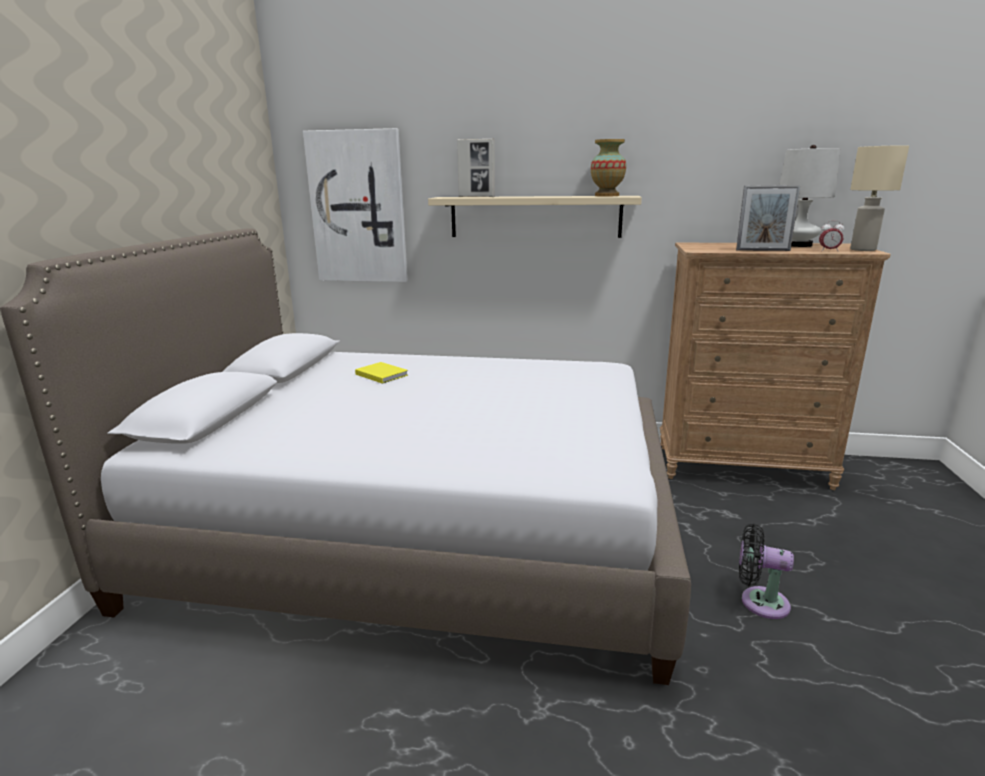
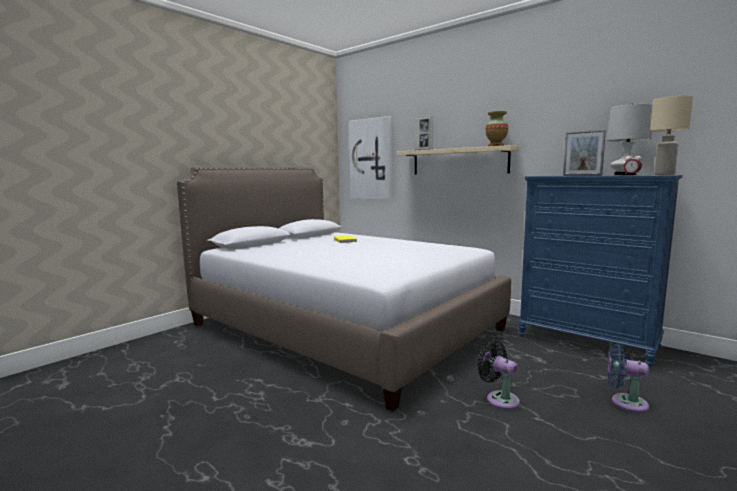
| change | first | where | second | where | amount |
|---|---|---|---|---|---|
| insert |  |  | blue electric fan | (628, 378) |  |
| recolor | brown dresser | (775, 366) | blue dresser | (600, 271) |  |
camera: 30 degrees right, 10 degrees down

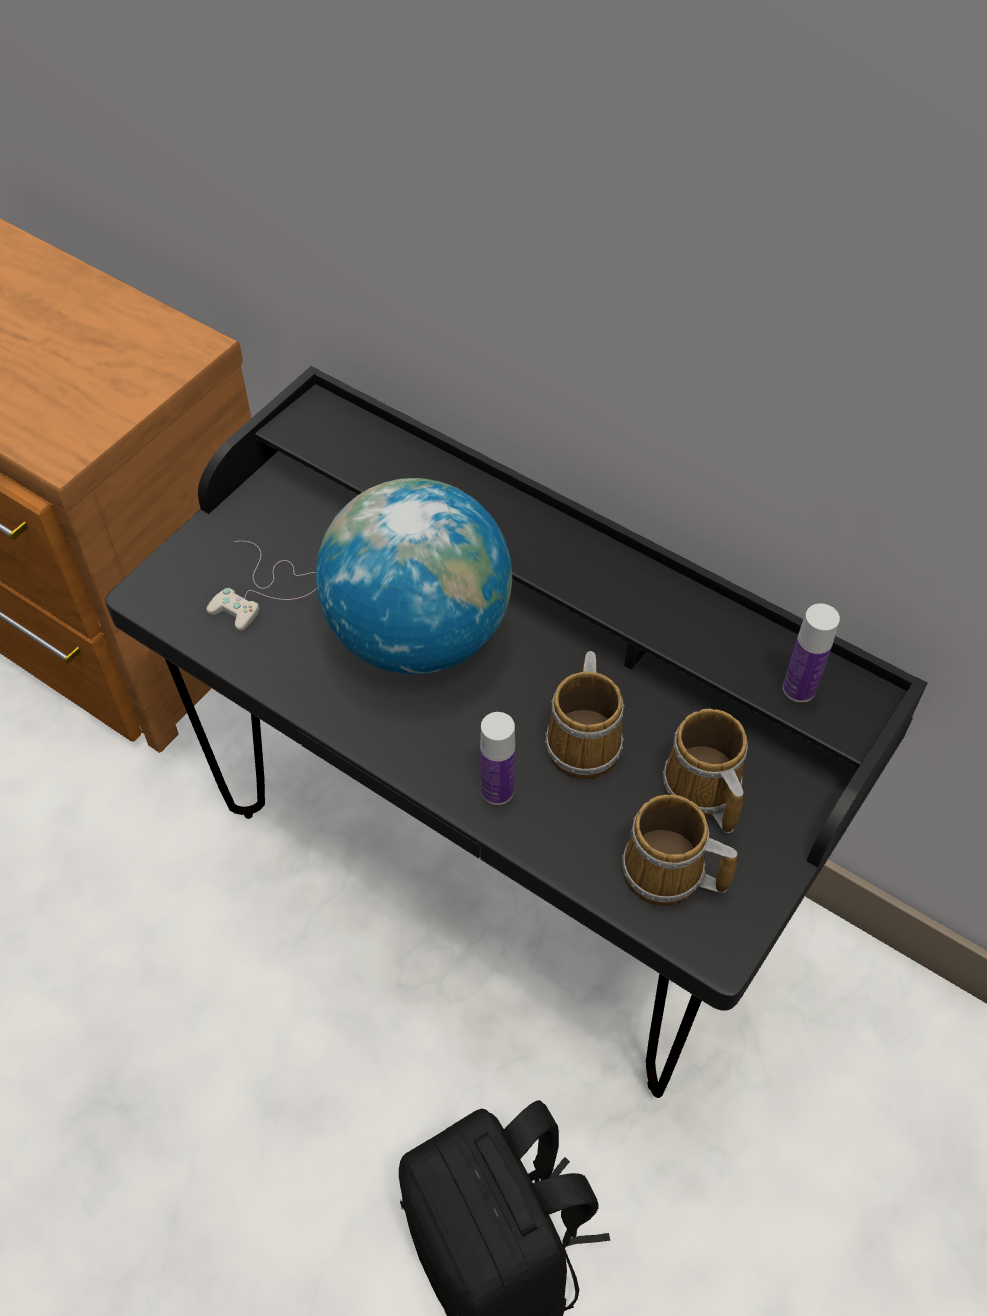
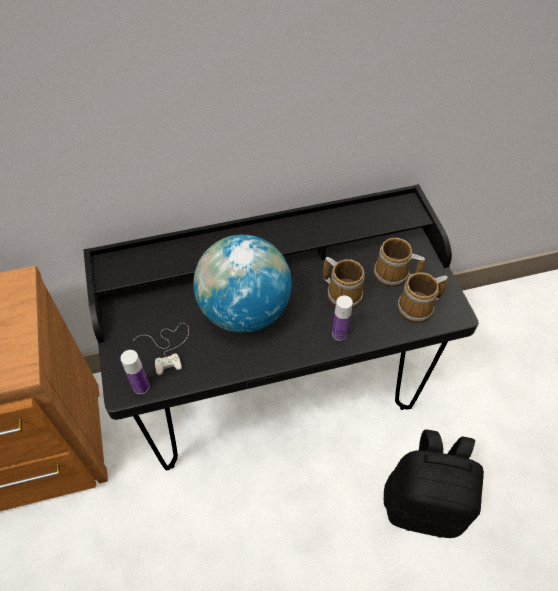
| change | first | where | second | where | amount |
|---|---|---|---|---|---|
| move | drink bottle | (811, 653) |  | (135, 372) |  |
camera: 50 degrees left, 0 degrees up

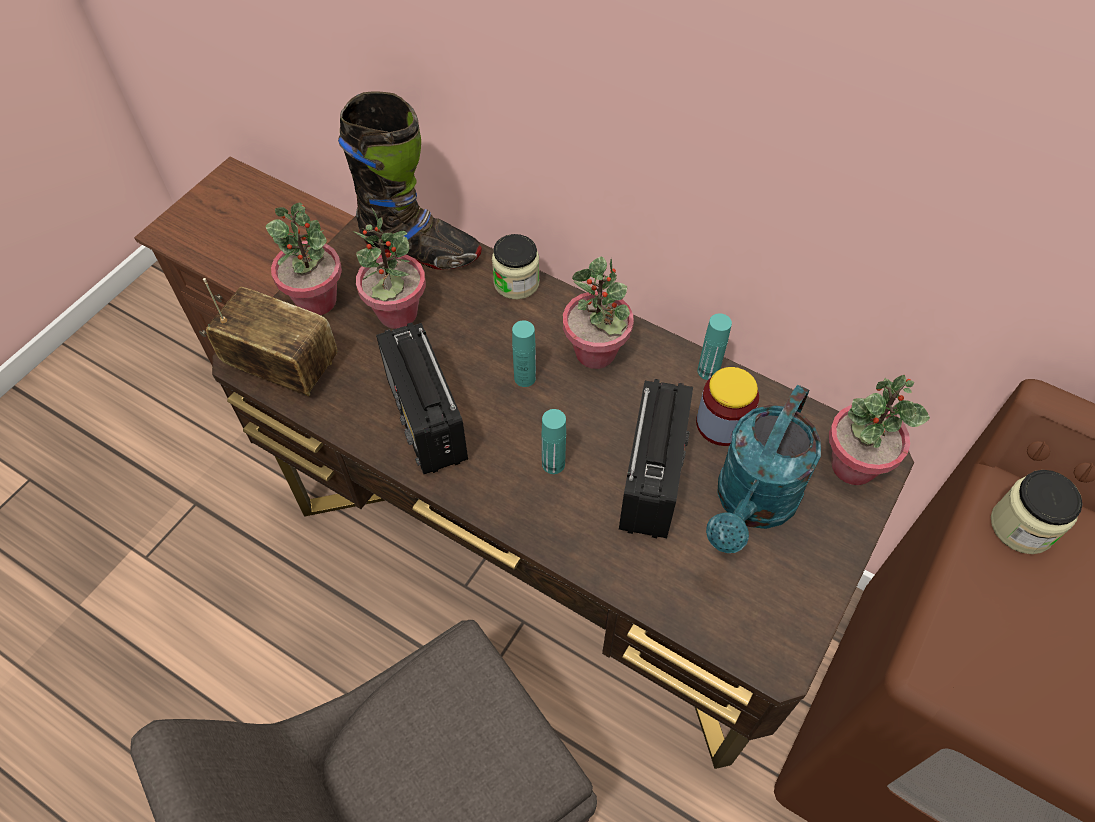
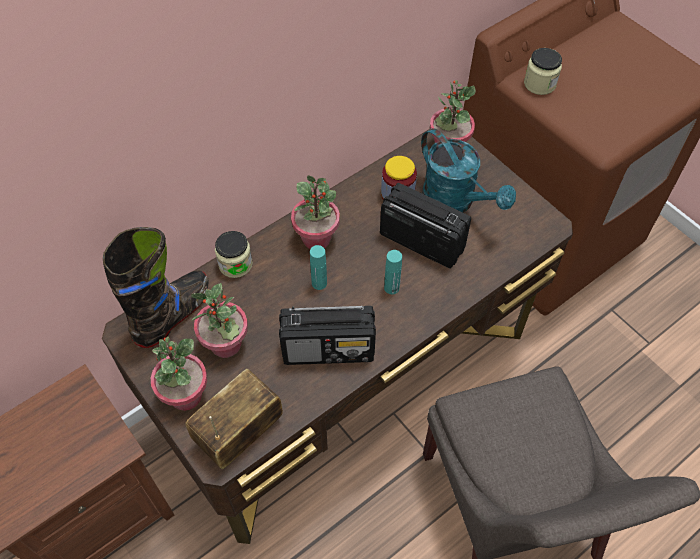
| change | first | where | second | where | amount |
|---|---|---|---|---|---|
| delete | turquoise drink bottle | (714, 346) |  |  |  |
camera: 70 degrees left, 0 degrees up

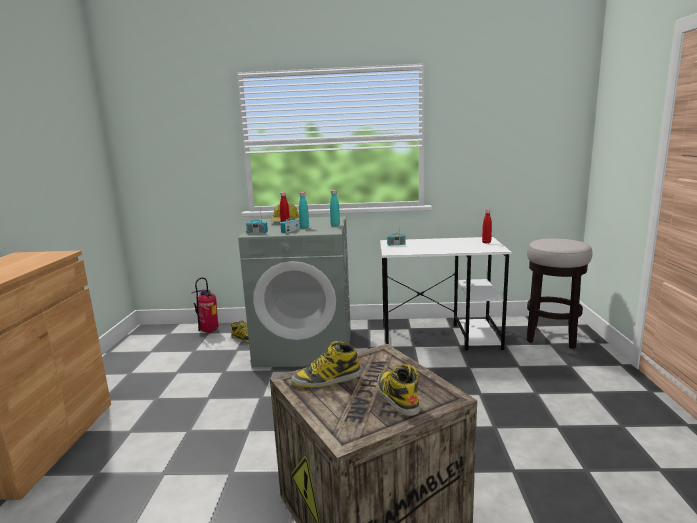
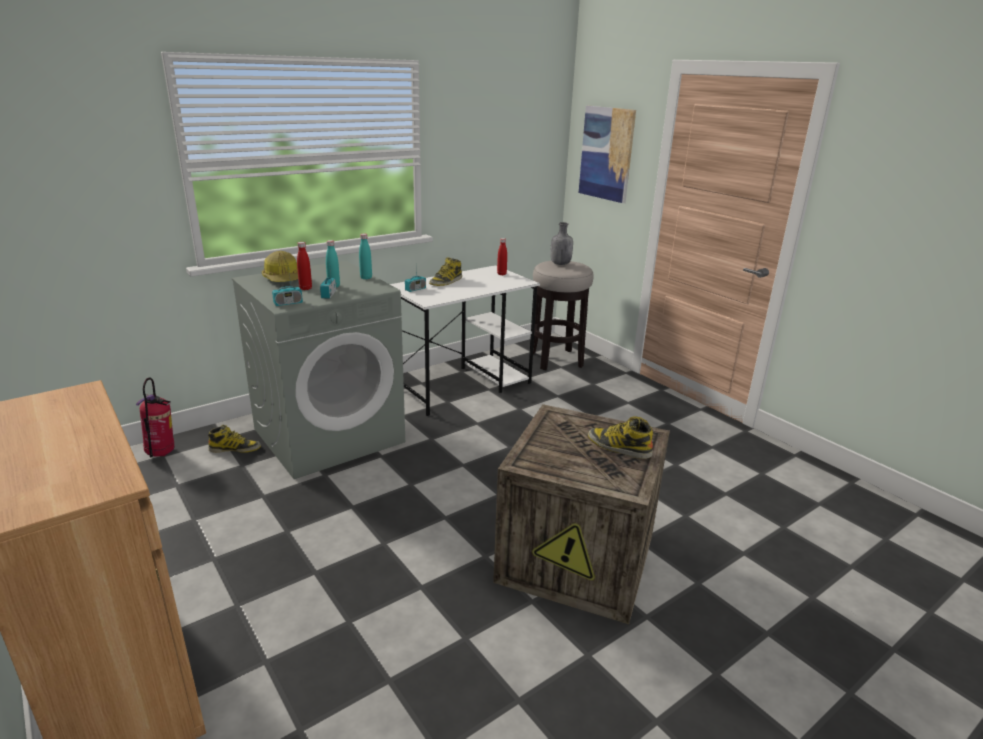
| change | first | where | second | where | amount |
|---|---|---|---|---|---|
| insert |  |  | grey drink bottle | (561, 243) |  |
| insert |  |  | wall picture | (607, 154) |  |
| move | boot | (326, 364) |  | (445, 271) |  |
camera: 40 degrees left, 10 degrees up

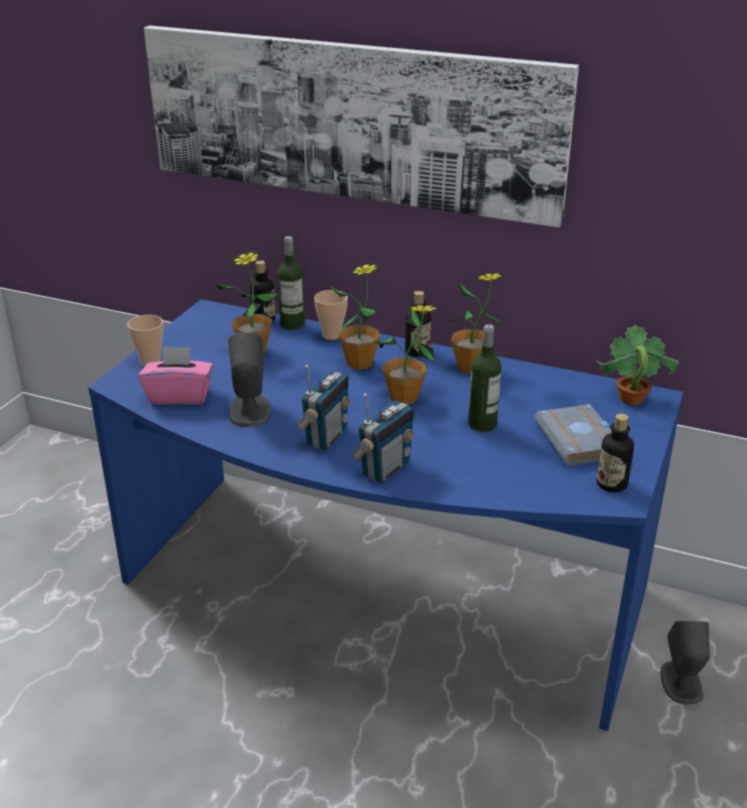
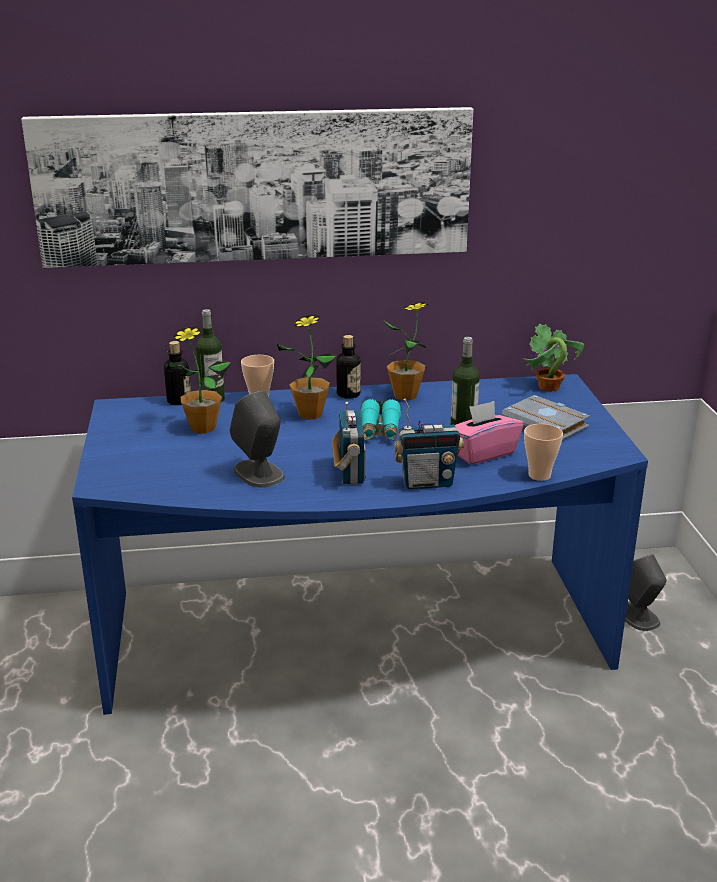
| change | first | where | second | where | amount |
|---|---|---|---|---|---|
| delete | drink bottle | (615, 453) |  |  |  |
| move | small cup | (145, 341) |  | (543, 452) |  |
| move | pink-coloured tissue holder | (176, 375) |  | (489, 433) |  |
| replace | potted plant | (406, 355) | turquoise field glasses | (380, 420) |  |
| rotate | radio | (383, 438) |  | (429, 443) | 75 degrees clockwise |
camera: 30 degrees left, 5 degrees down

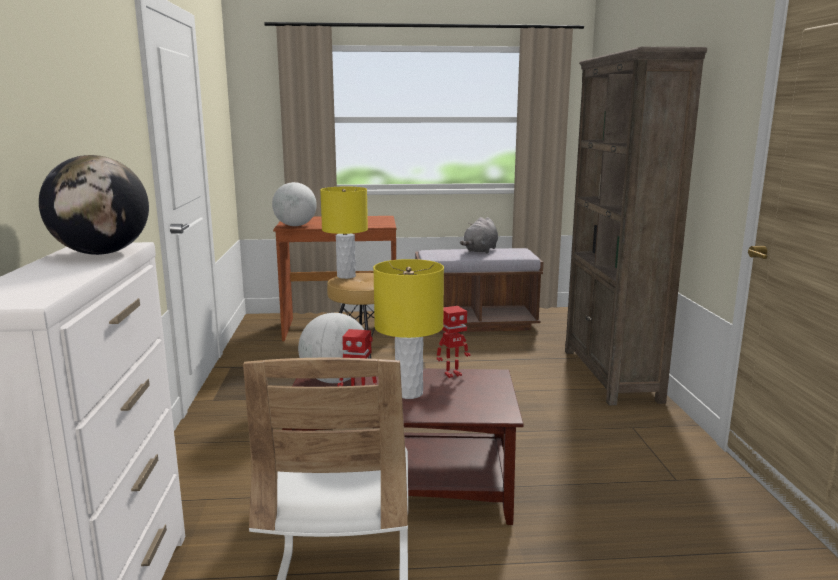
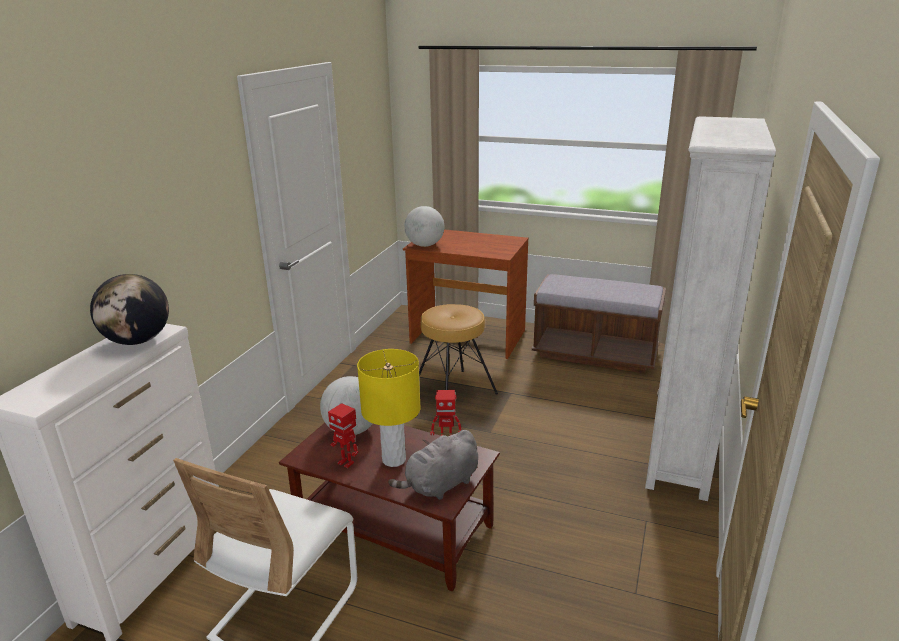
| change | first | where | second | where | amount |
|---|---|---|---|---|---|
| delete | yellow-coloured table lamp | (344, 233) |  |  |  |
| move | grey cuddly toy | (479, 235) |  | (433, 465) |  |
| recolor | brown shelving unit | (636, 226) | white-coloured shelving unit | (710, 308) |  |
camera: 25 degrees right, 10 degrees up

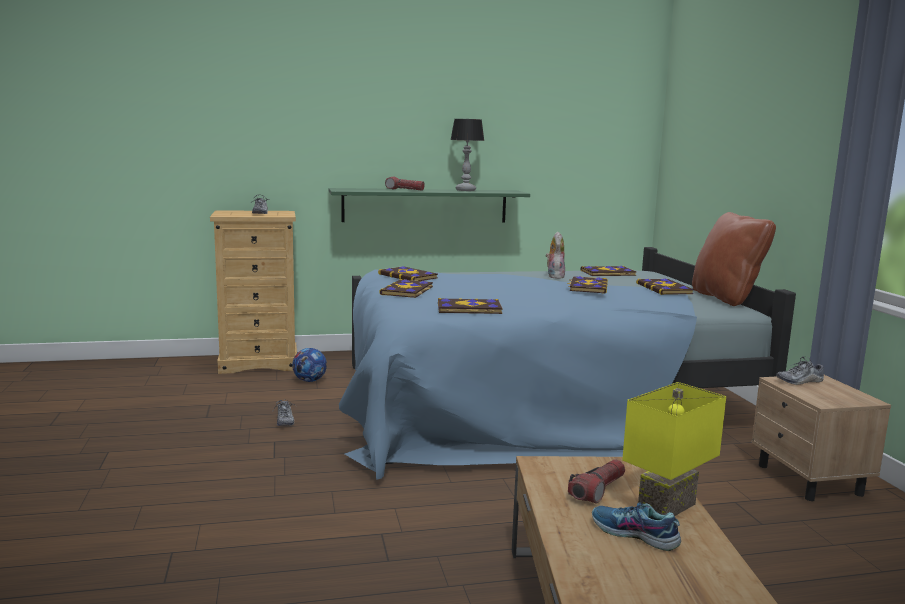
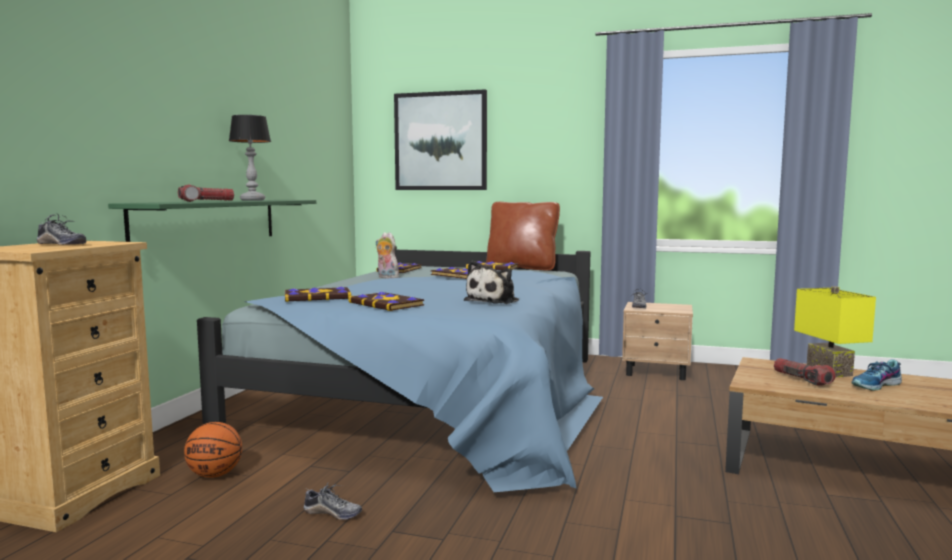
| change | first | where | second | where | amount |
|---|---|---|---|---|---|
| insert |  |  | wall picture | (440, 139) |  |
| replace | football | (309, 365) | basketball ball | (213, 450) |  |
| replace | volume | (470, 306) | cuddly toy | (491, 282) |  |
camera: 60 degrees left, 5 degrees down

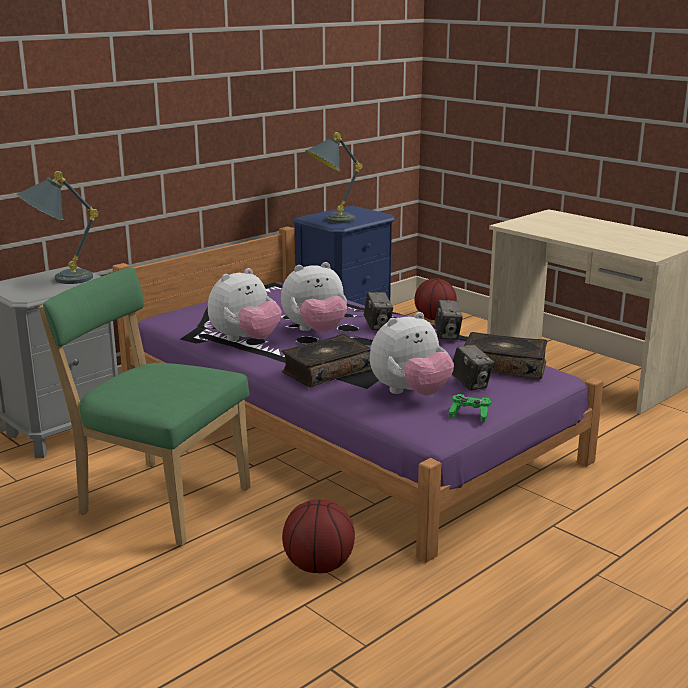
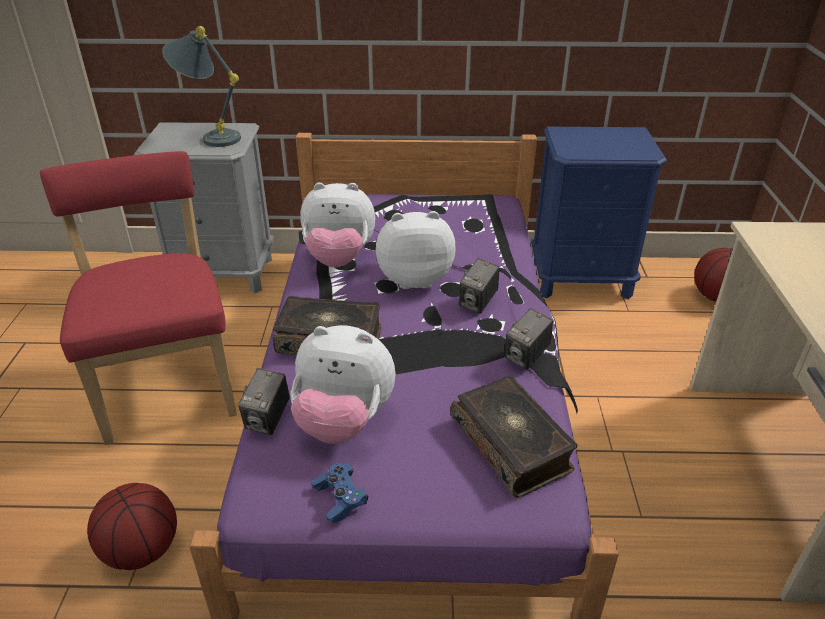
| change | first | where | second | where | amount |
|---|---|---|---|---|---|
| delete | grey table lamp | (334, 177) |  |  |  |
| move | still camera | (473, 367) |  | (264, 401) |  |
| recolor | green chair | (145, 406) | reddish chair | (138, 298) |  |
| recolor | green joypad | (469, 408) | blue joypad | (339, 493) |  |
| rotate | cuddly toy | (314, 297) |  | (416, 250) | 150 degrees clockwise |
camera: 45 degrees right, 15 degrees up

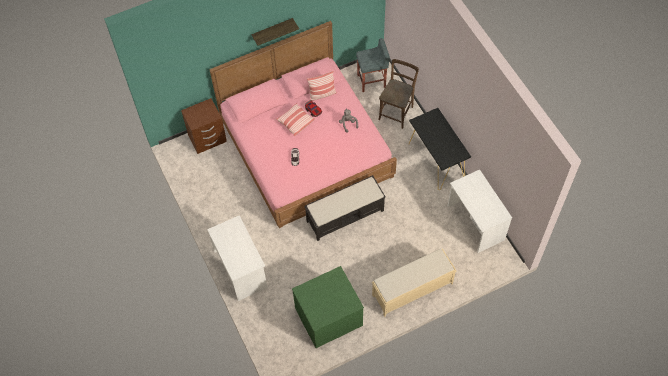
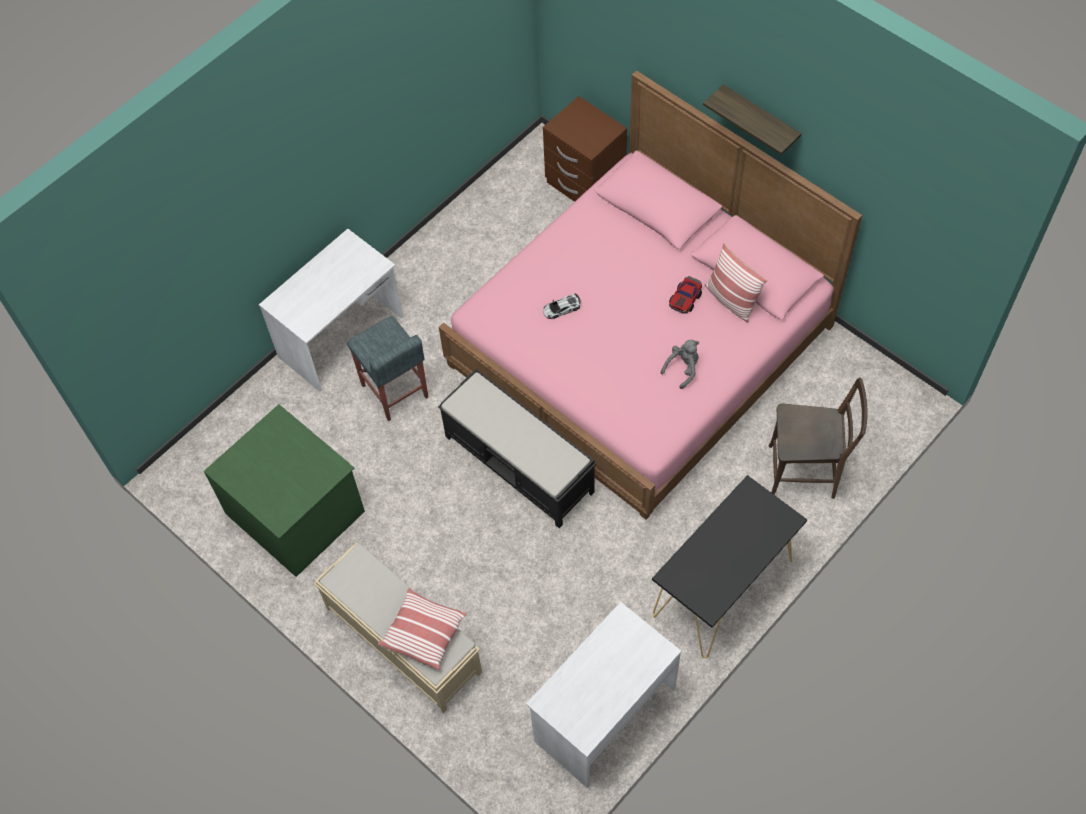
| change | first | where | second | where | amount |
|---|---|---|---|---|---|
| move | throw pillow | (295, 119) |  | (422, 629) |  |
| move | grey sitting stool | (373, 65) |  | (387, 368) |  |
camera: 70 degrees right, 0 degrees up

